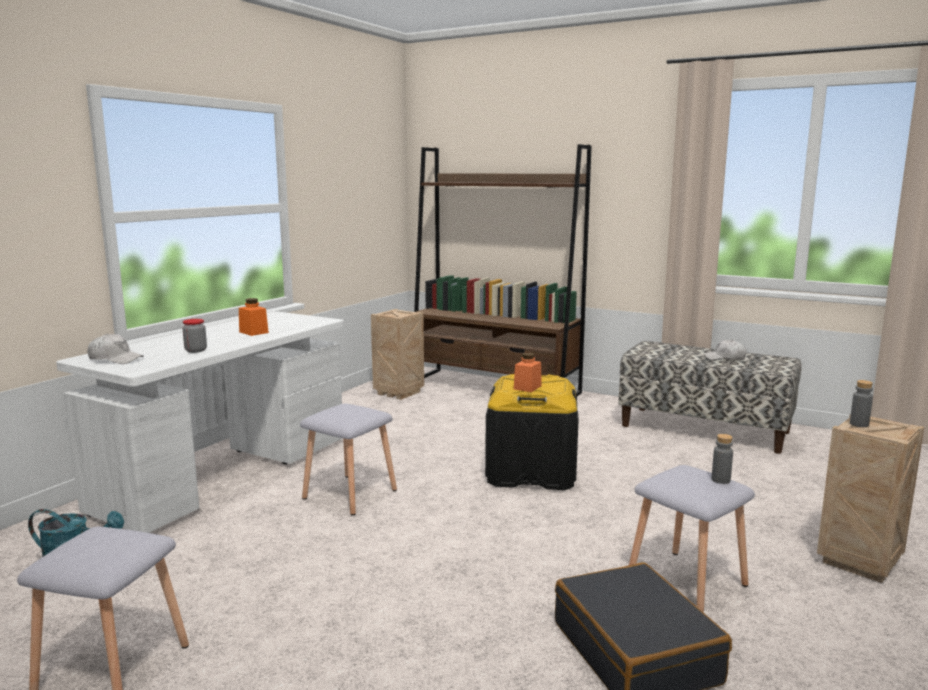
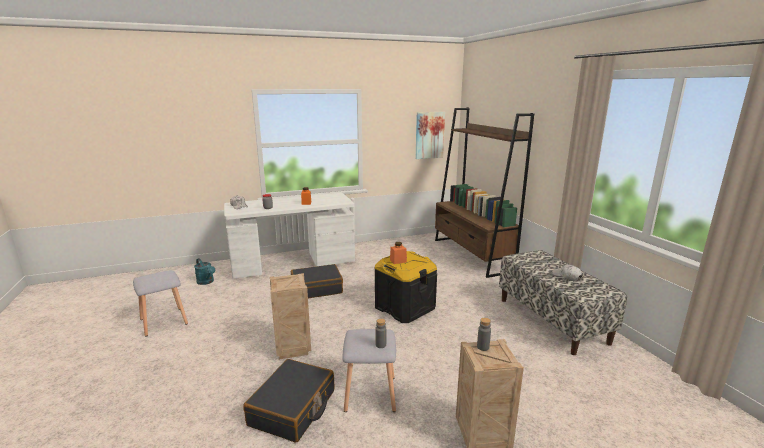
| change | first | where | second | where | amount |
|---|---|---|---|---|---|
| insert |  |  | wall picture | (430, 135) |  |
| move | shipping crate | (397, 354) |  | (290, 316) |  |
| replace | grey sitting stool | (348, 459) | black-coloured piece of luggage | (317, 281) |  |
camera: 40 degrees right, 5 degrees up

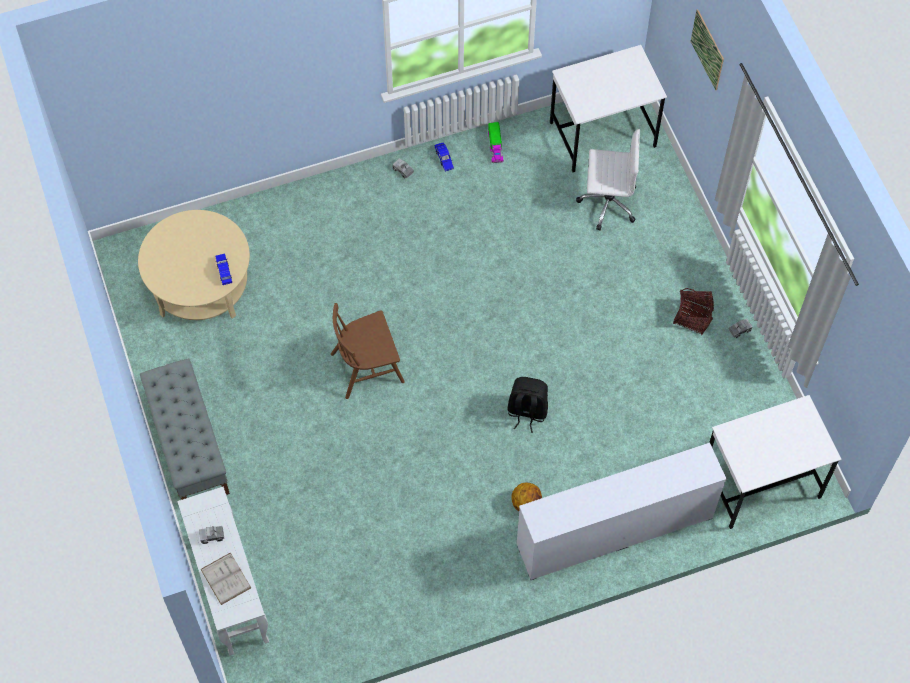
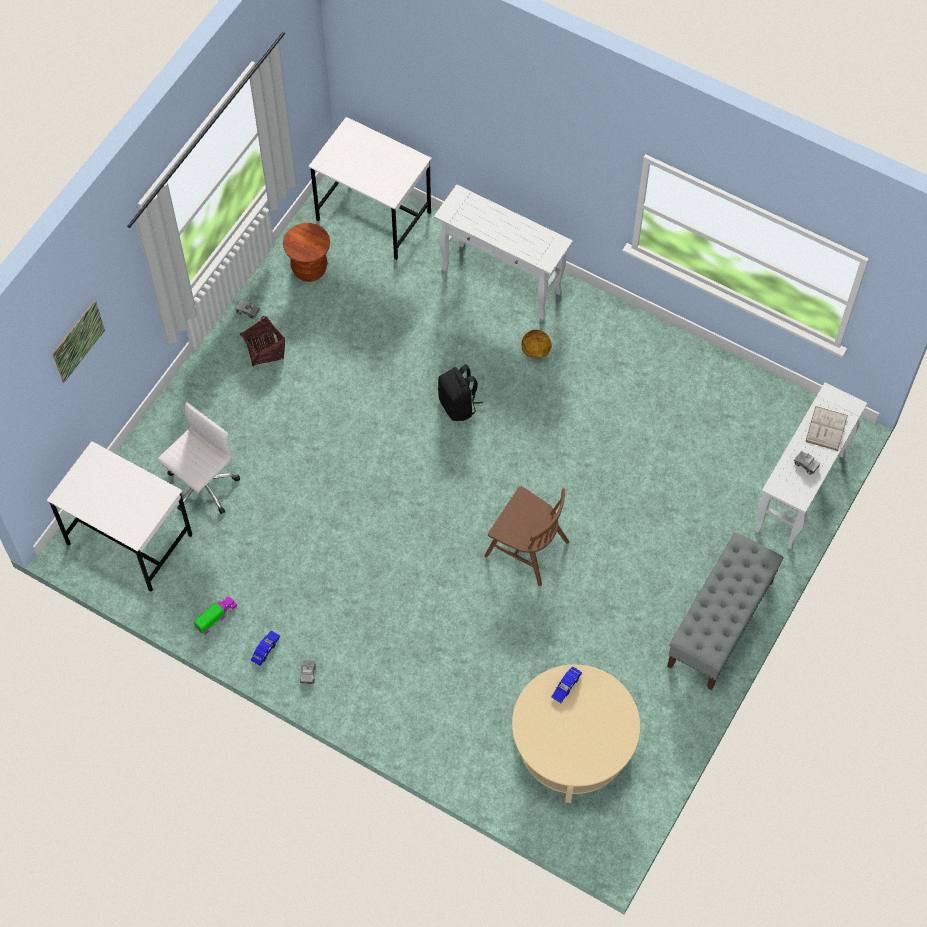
| change | first | where | second | where | amount |
|---|---|---|---|---|---|
| insert |  |  | brown sitting stool | (306, 252) |  |
| replace | white-coloured dresser | (621, 511) | white-coloured narrow table | (503, 252) |  |
| rotate | white-coloured computer chair | (608, 180) |  | (198, 458) | 75 degrees clockwise |
camera: 130 degrees left, 0 degrees up

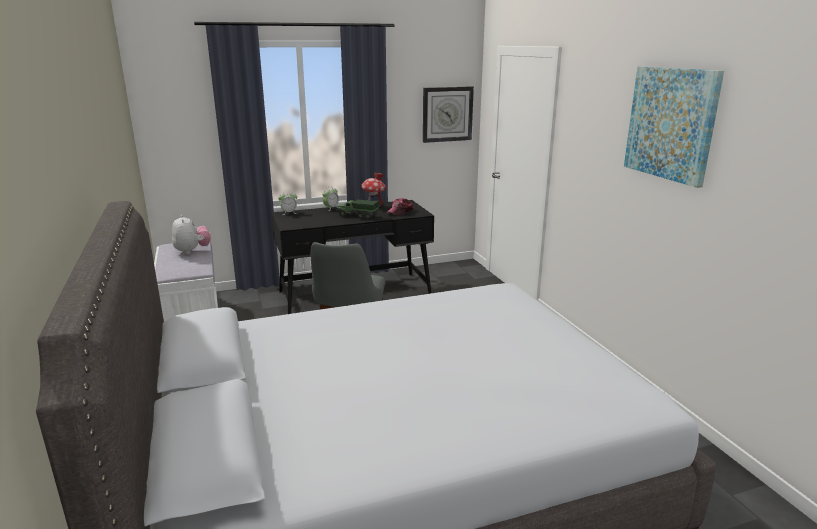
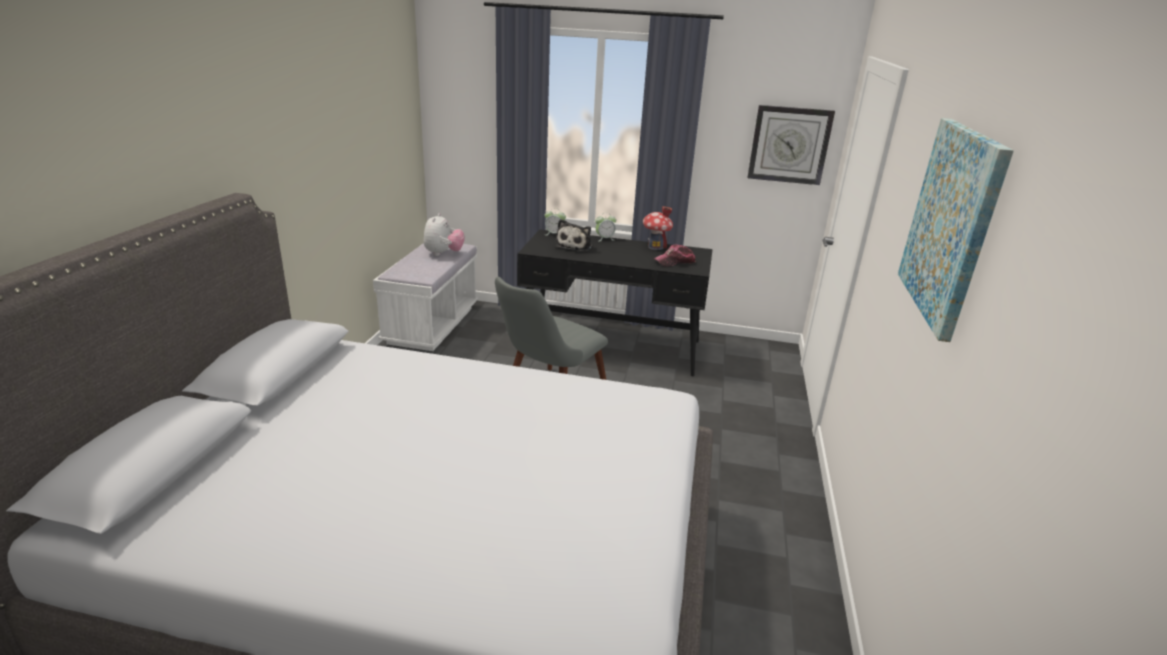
| change | first | where | second | where | amount |
|---|---|---|---|---|---|
| delete | model truck | (357, 209) |  |  |  |
| insert |  |  | cuddly toy | (574, 235) |  |
camera: 30 degrees right, 5 degrees up

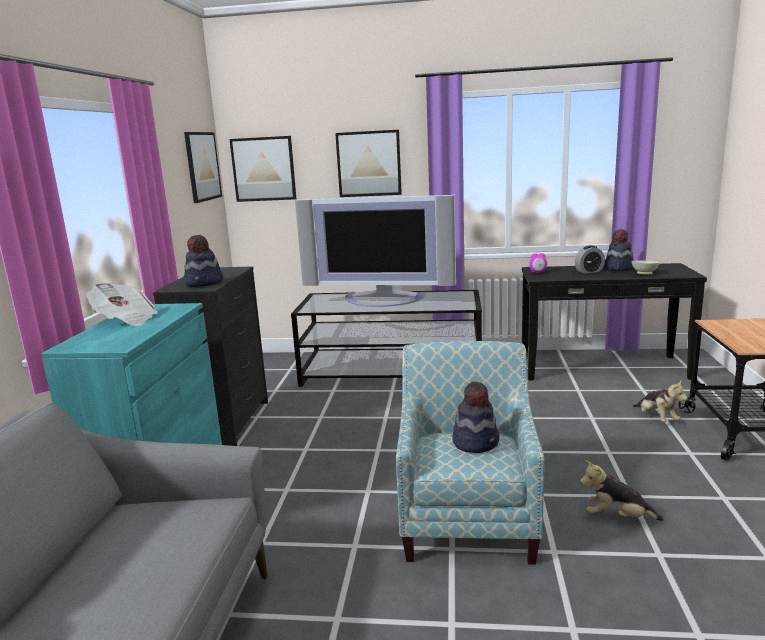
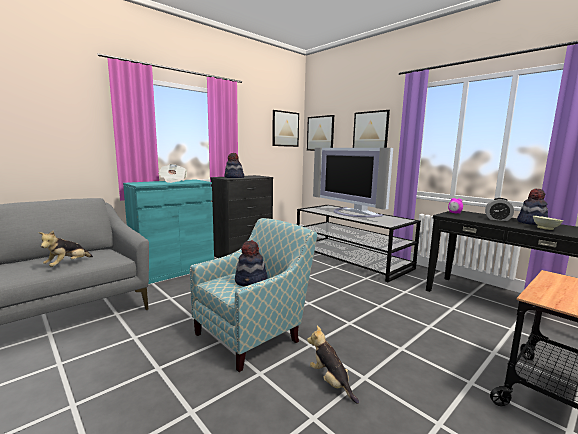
| change | first | where | second | where | amount |
|---|---|---|---|---|---|
| move | cuddly toy | (660, 401) |  | (65, 249) |  |
camera: 40 degrees right, 5 degrees down

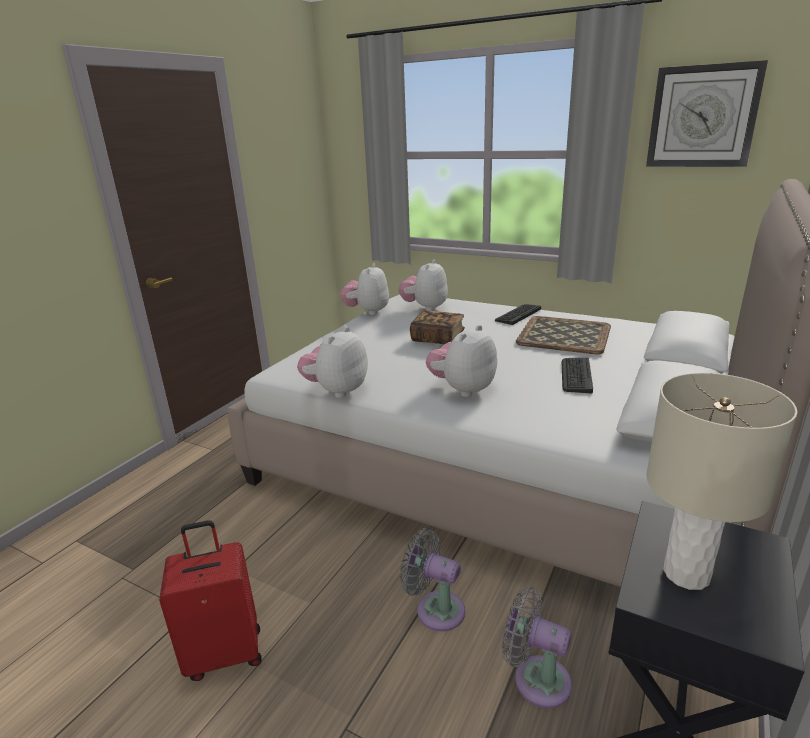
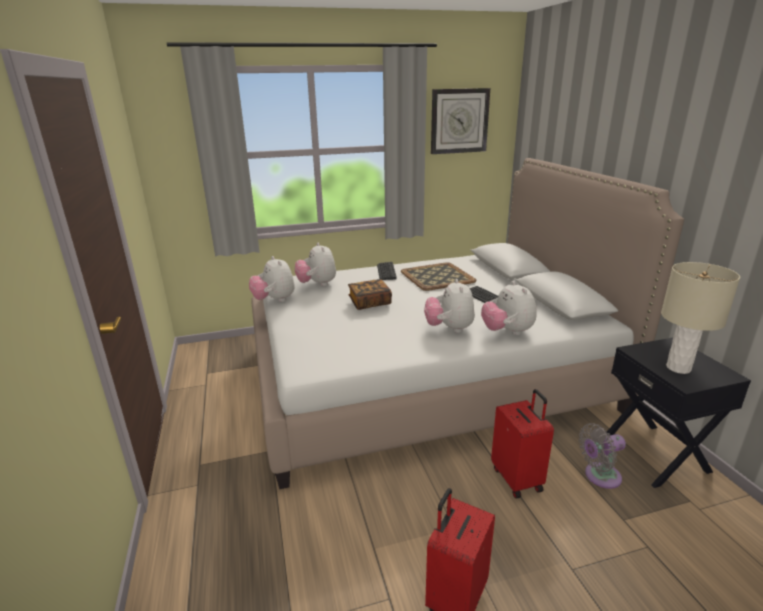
| change | first | where | second | where | amount |
|---|---|---|---|---|---|
| move | cuddly toy | (332, 362) |  | (509, 308) |  |
| replace | grey electric fan | (432, 579) | reddish piece of luggage | (522, 443) |  |
camera: 45 degrees left, 0 degrees up

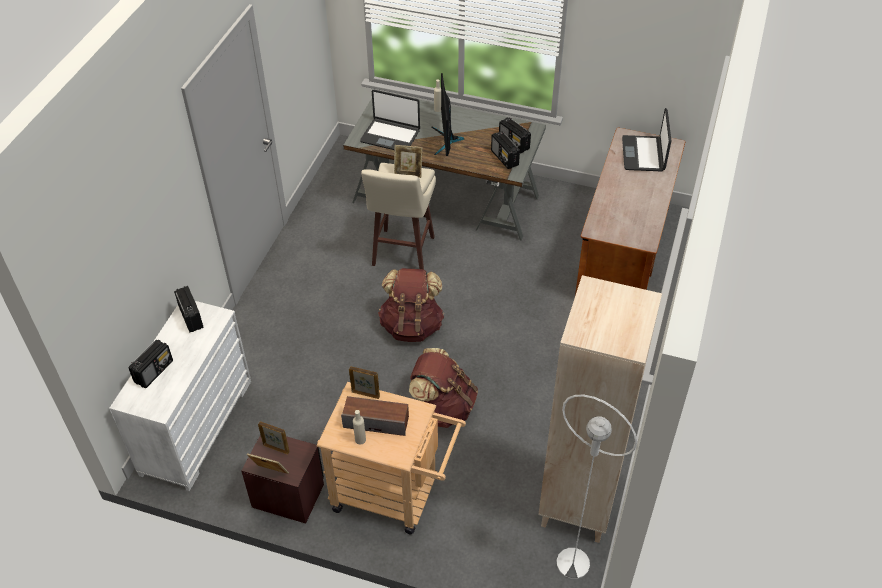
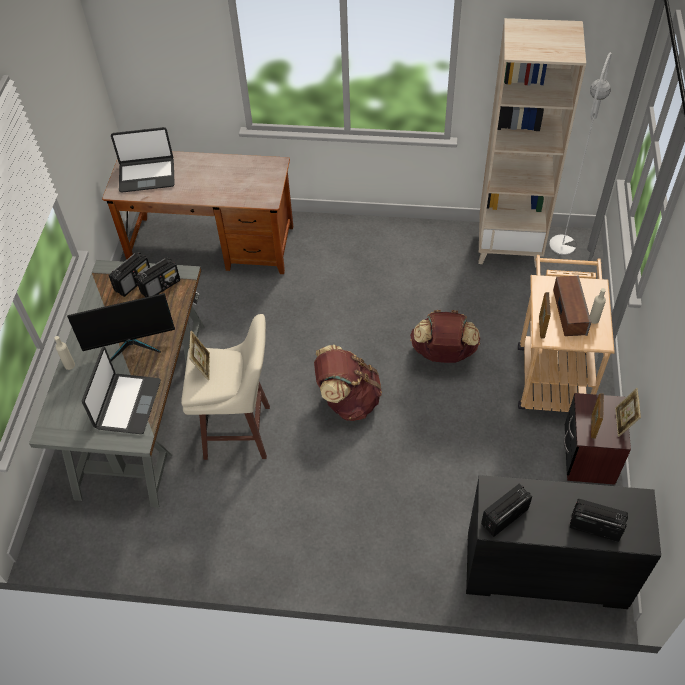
| change | first | where | second | where | amount |
|---|---|---|---|---|---|
| recolor | white-coloured dresser | (180, 396) | black-coloured dresser | (563, 542) |  |
camera: 100 degrees left, 5 degrees up

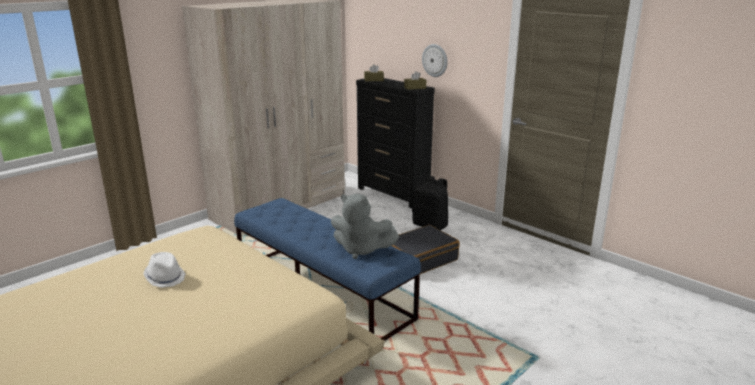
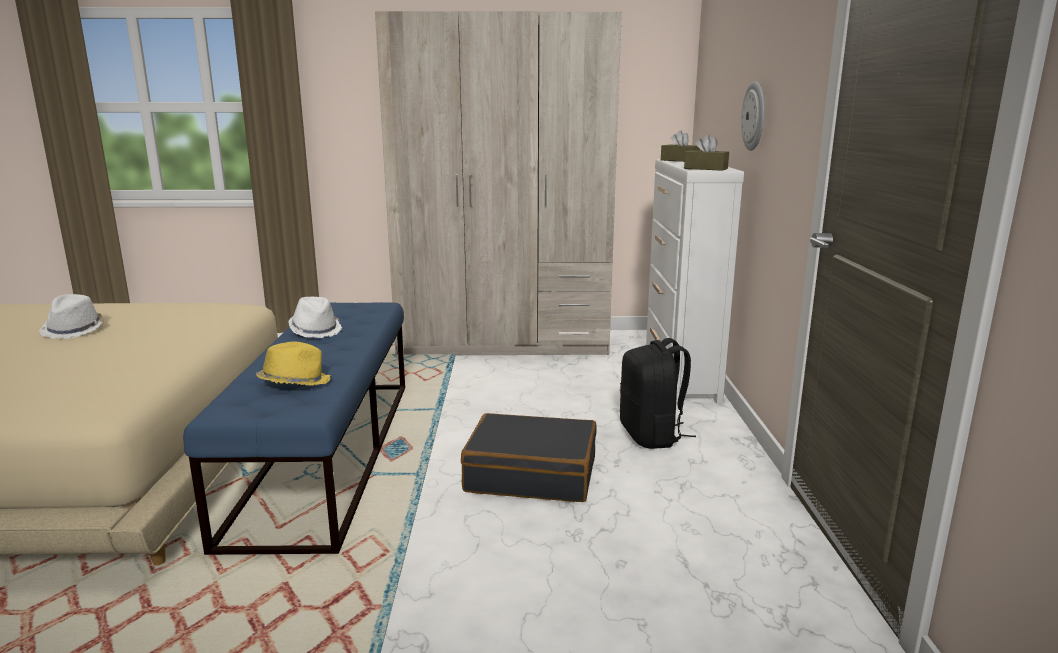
| change | first | where | second | where | amount |
|---|---|---|---|---|---|
| insert |  |  | white-coloured hat | (315, 317) |  |
| replace | grey cuddly toy | (365, 226) | yellow-coloured hat | (293, 364) |  |
| recolor | black-coloured dresser | (395, 143) | white-coloured dresser | (695, 281) |  |
camera: 45 degrees right, 5 degrees down

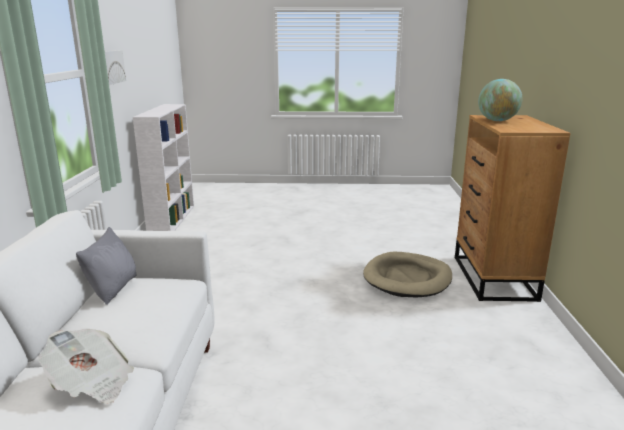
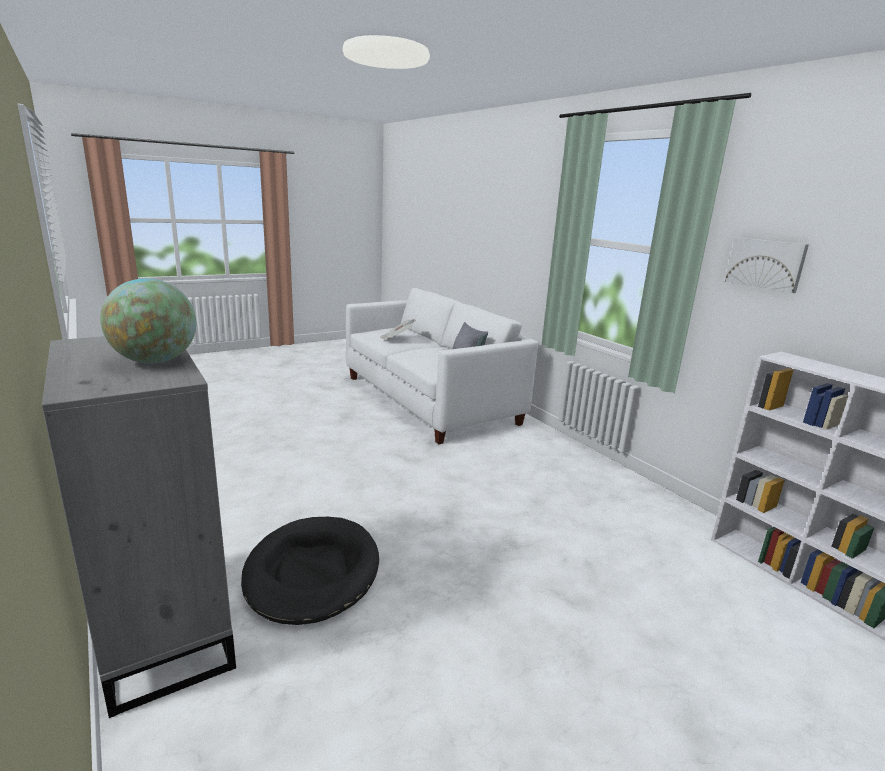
| change | first | where | second | where | amount |
|---|---|---|---|---|---|
| recolor | beige dog cushion | (407, 274) | black-coloured dog cushion | (310, 571) |  |
| recolor | brown dresser | (513, 208) | grey dresser | (139, 527) |  |
camera: 145 degrees right, 0 degrees up

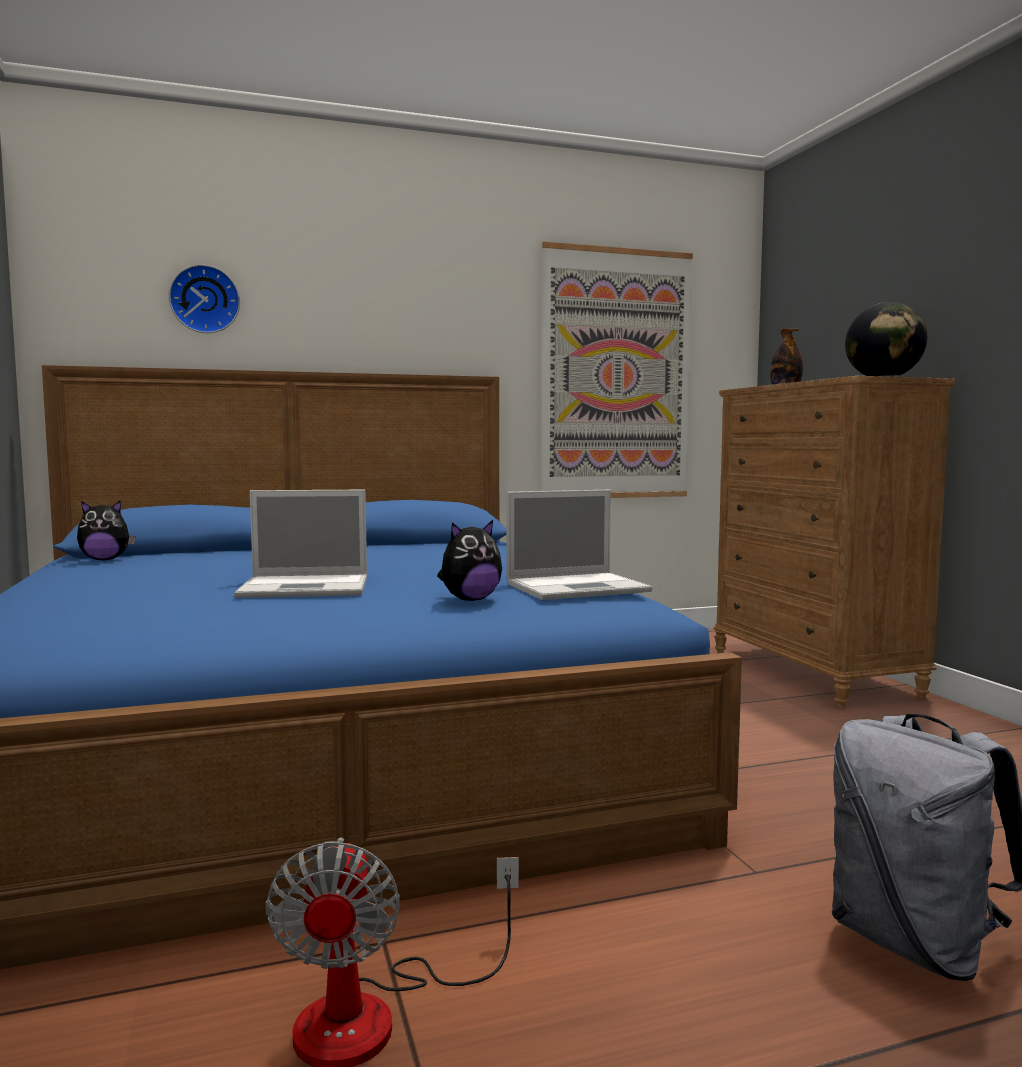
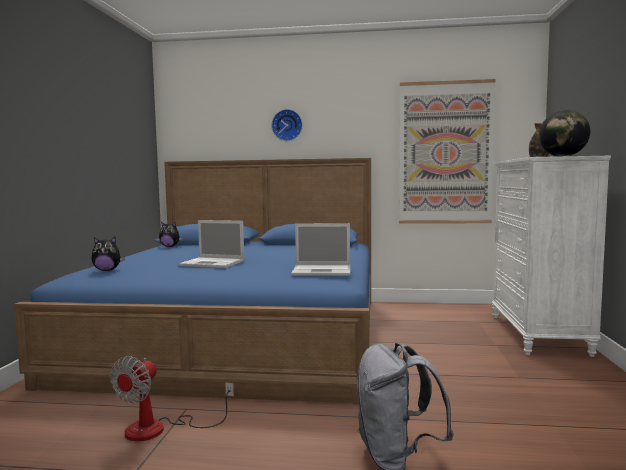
| change | first | where | second | where | amount |
|---|---|---|---|---|---|
| move | wall clock | (204, 298) |  | (286, 125) |  |
| move | cuddly toy | (469, 560) |  | (108, 254) |  |
| recolor | brown dresser | (834, 542) | white-coloured dresser | (551, 256) |  |
camera: 25 degrees right, 0 degrees up

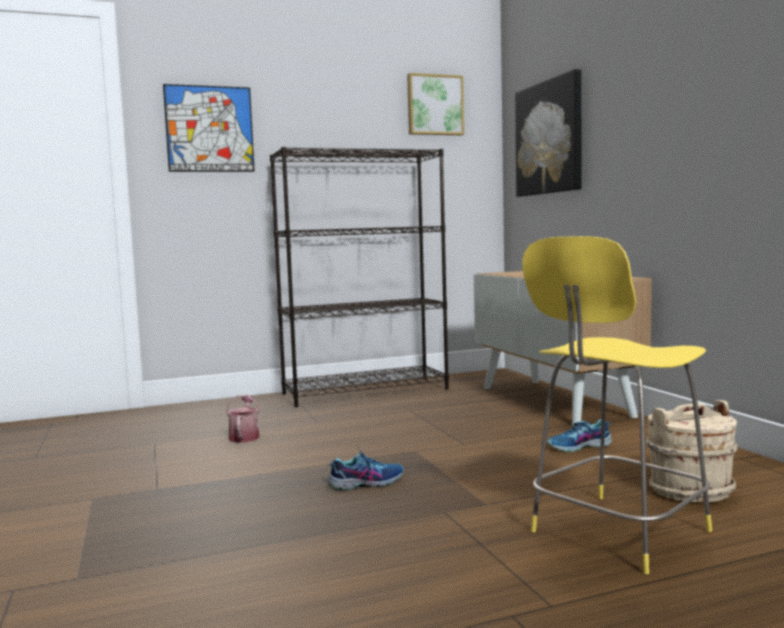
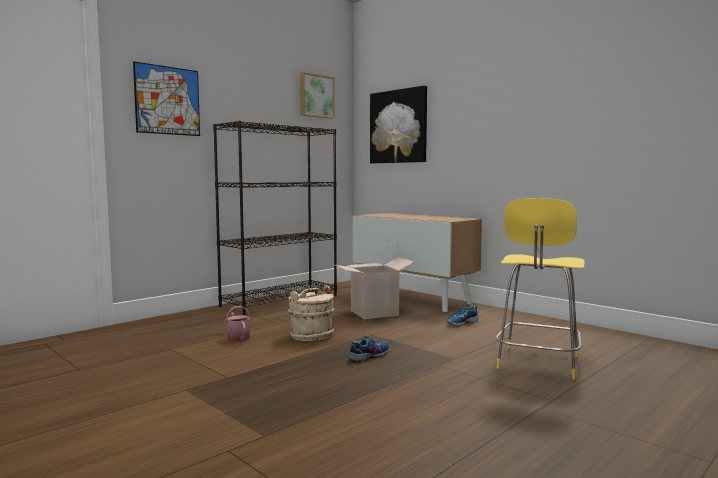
| change | first | where | second | where | amount |
|---|---|---|---|---|---|
| insert |  |  | cardboard box | (374, 288) |  |
| move | beige water bucket | (692, 451) |  | (311, 313) |  |
camera: 25 degrees left, 0 degrees up

